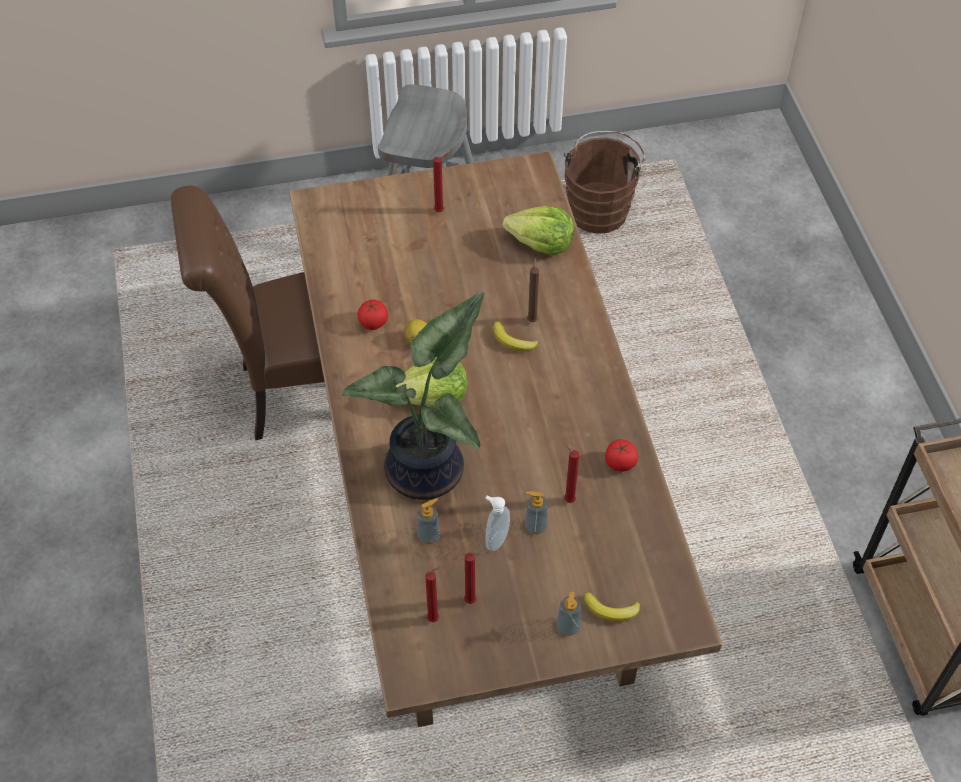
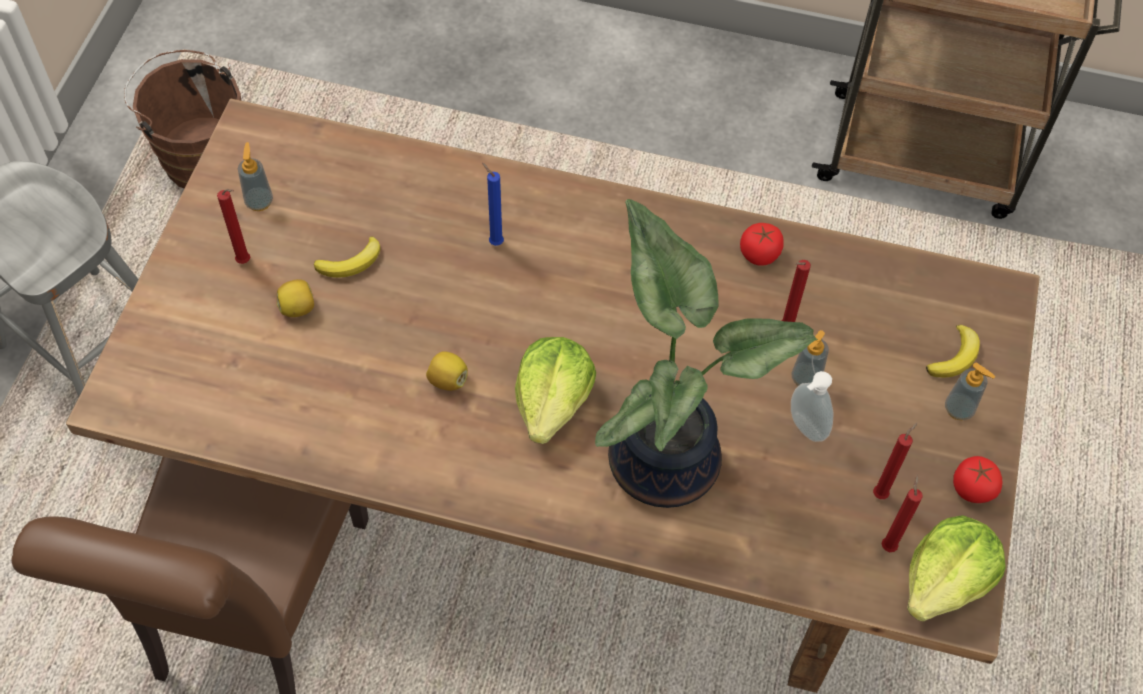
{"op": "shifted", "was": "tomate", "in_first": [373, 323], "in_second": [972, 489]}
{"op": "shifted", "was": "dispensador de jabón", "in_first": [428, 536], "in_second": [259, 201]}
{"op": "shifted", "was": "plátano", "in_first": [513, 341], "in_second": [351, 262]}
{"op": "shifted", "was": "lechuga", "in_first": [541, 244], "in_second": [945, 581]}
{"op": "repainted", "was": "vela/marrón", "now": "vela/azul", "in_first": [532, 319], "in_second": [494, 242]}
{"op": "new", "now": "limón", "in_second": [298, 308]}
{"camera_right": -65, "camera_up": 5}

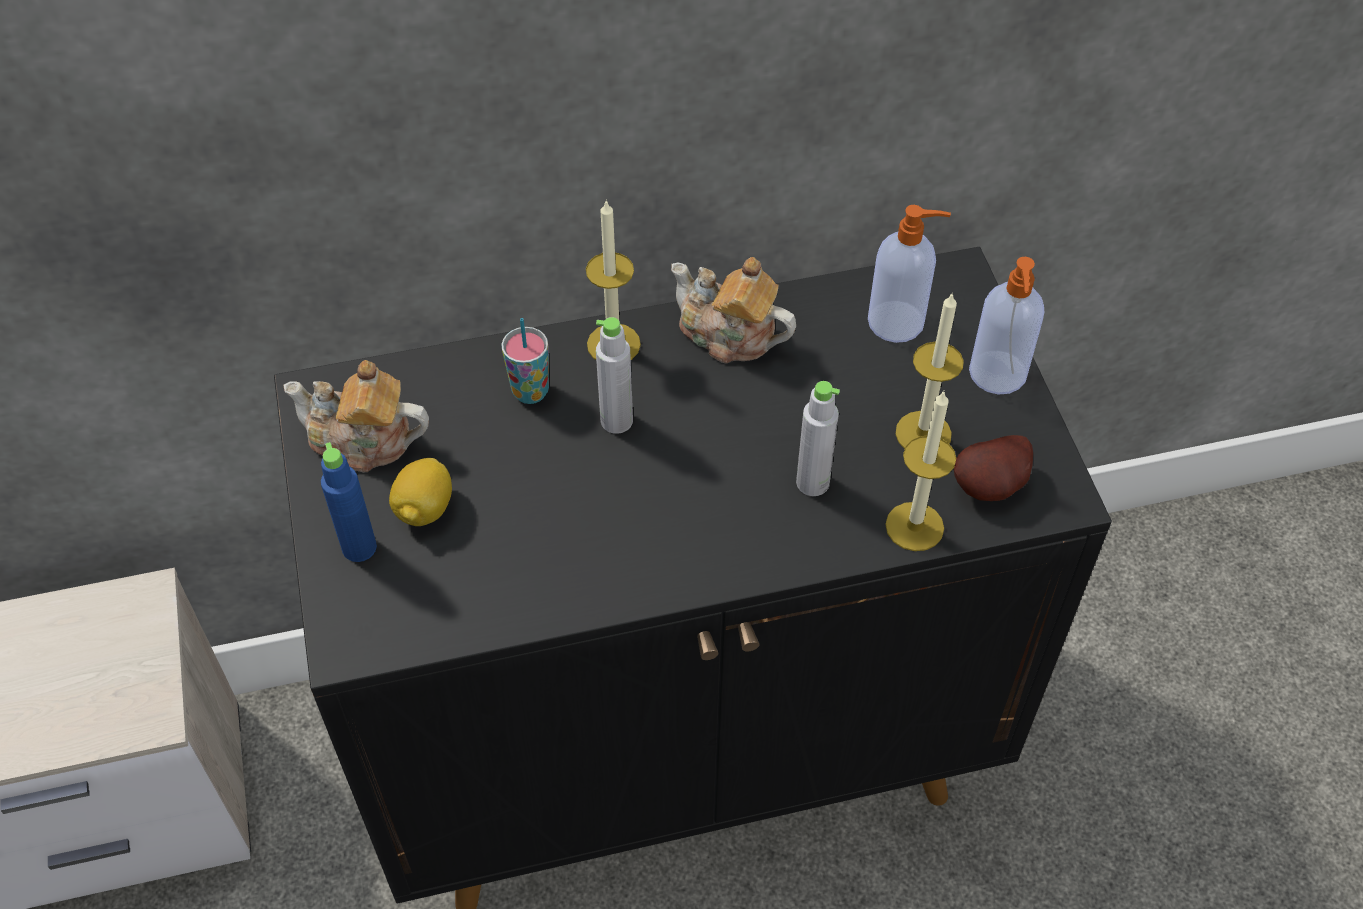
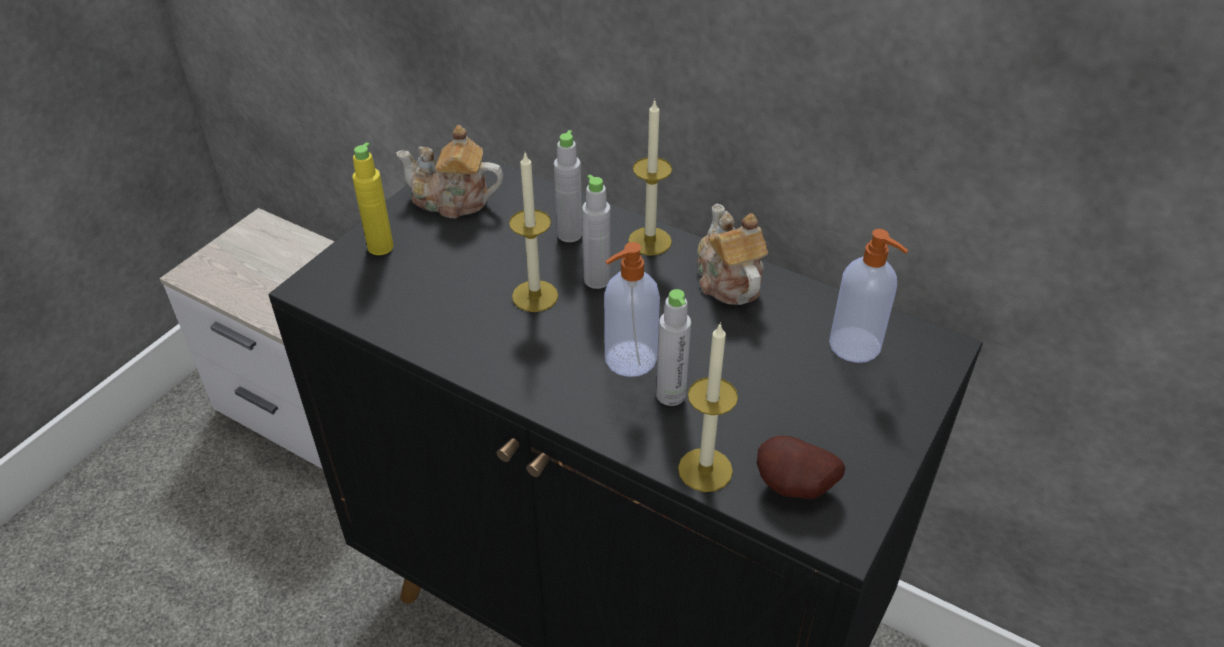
{"op": "rotated", "was": "tetera", "in_first": [363, 441], "in_second": [452, 201], "clockwise": -45}
{"op": "repainted", "was": "botella/azul", "now": "botella/amarillo", "in_first": [359, 547], "in_second": [380, 247]}
{"op": "gone", "was": "limón", "in_first": [424, 509]}
{"op": "swapped", "was": "taza", "now": "botella/gris", "in_first": [530, 392], "in_second": [569, 234]}
{"op": "shifted", "was": "vela", "in_first": [923, 433], "in_second": [535, 296]}
{"op": "shifted", "was": "dispensador de jabón", "in_first": [997, 374], "in_second": [629, 359]}
{"camera_right": 45, "camera_up": -10}

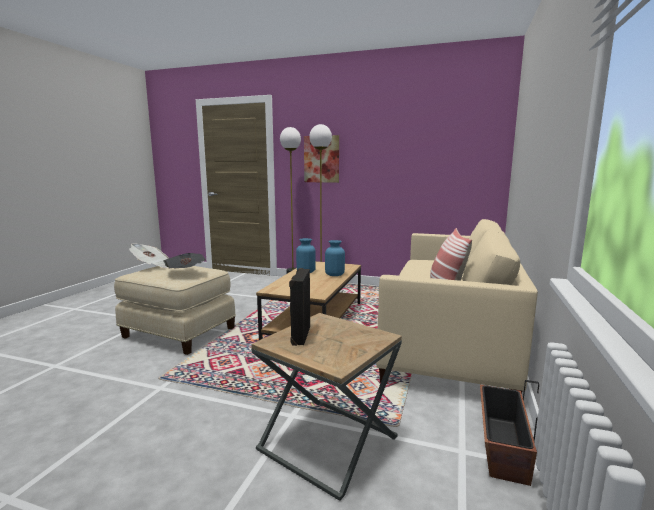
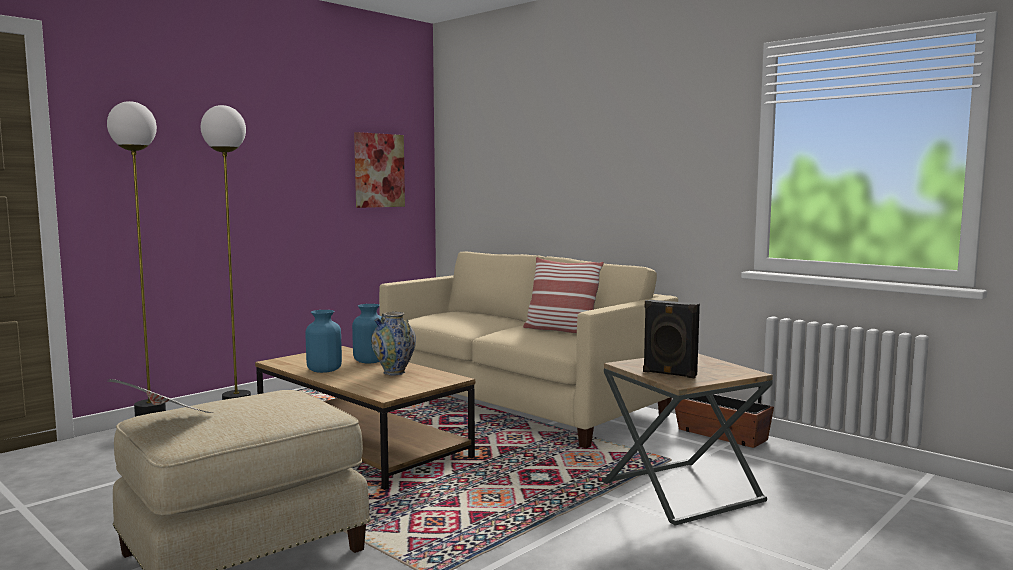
{"op": "gone", "was": "periódico", "in_first": [185, 272]}
{"op": "shifted", "was": "cuadro", "in_first": [321, 159], "in_second": [379, 170]}
{"op": "new", "now": "florero", "in_second": [394, 372]}
{"camera_right": -65, "camera_up": -5}

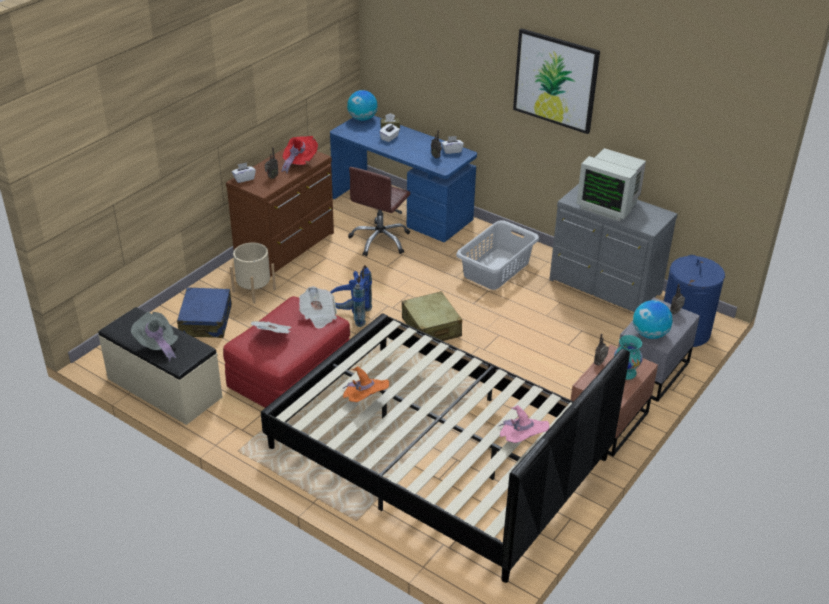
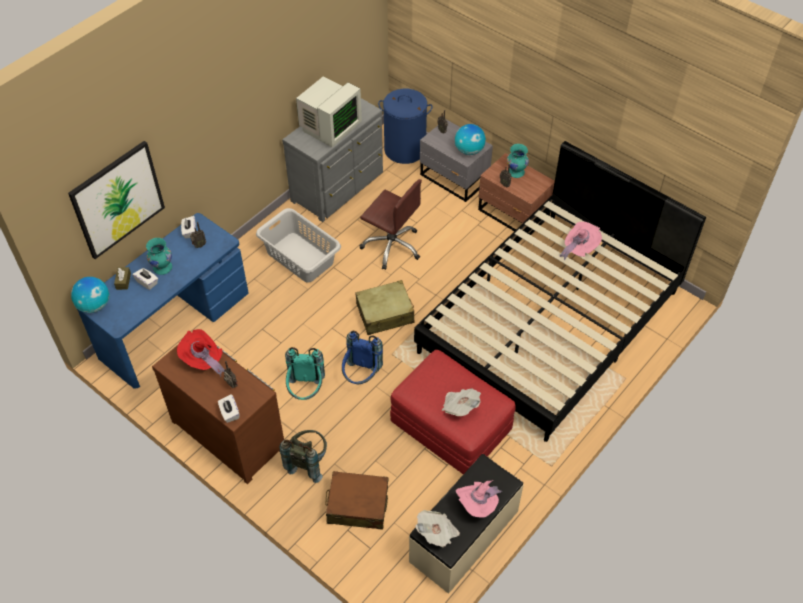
{"op": "repainted", "was": "sombrero/gris", "now": "sombrero/rosa", "in_first": [157, 346], "in_second": [478, 505]}
{"op": "repainted", "was": "maleta/azul", "now": "maleta/marrón", "in_first": [206, 321], "in_second": [357, 505]}
{"op": "swapped", "was": "maceta/beis", "now": "mochila/gris", "in_first": [254, 290], "in_second": [308, 462]}
{"op": "shifted", "was": "periódico", "in_first": [318, 316], "in_second": [437, 533]}
{"op": "gone", "was": "sombrero/naranja", "in_first": [365, 400]}
{"op": "shifted", "was": "silla de oficina/marrón", "in_first": [380, 240], "in_second": [392, 246]}
{"op": "shifted", "was": "cuadro", "in_first": [555, 80], "in_second": [117, 199]}
{"op": "new", "now": "florero/turquesa", "in_second": [163, 268]}
{"op": "new", "now": "mochila/turquesa", "in_second": [306, 391]}
{"camera_right": -85, "camera_up": 15}

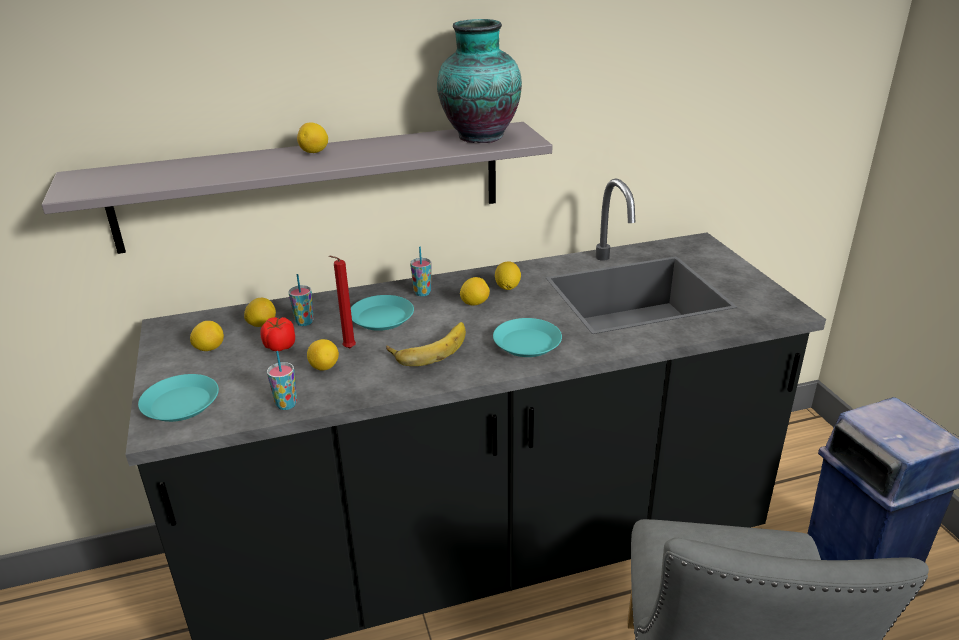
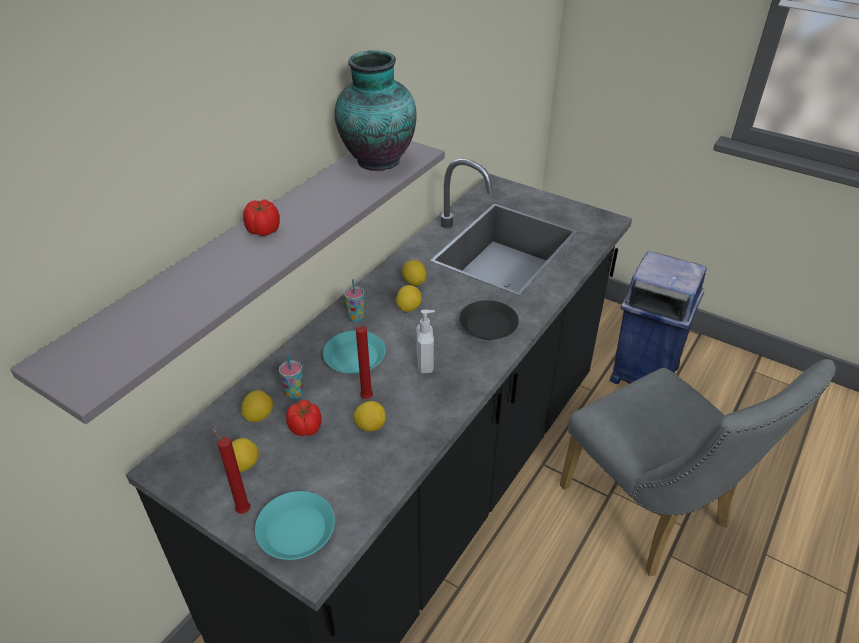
{"op": "gone", "was": "taza", "in_first": [286, 404]}
{"op": "swapped", "was": "limón", "now": "tomate", "in_first": [314, 152], "in_second": [263, 231]}
{"op": "swapped", "was": "plátano", "now": "dispensador de jabón", "in_first": [429, 347], "in_second": [426, 364]}
{"op": "repainted", "was": "plato/turquesa", "now": "plato/negro", "in_first": [527, 343], "in_second": [488, 324]}
{"op": "new", "now": "vela/rojo", "in_second": [242, 510]}
{"camera_right": -40, "camera_up": 10}

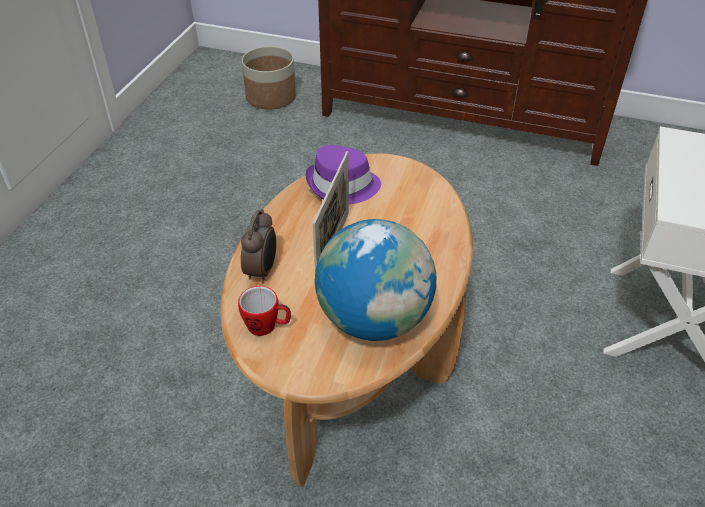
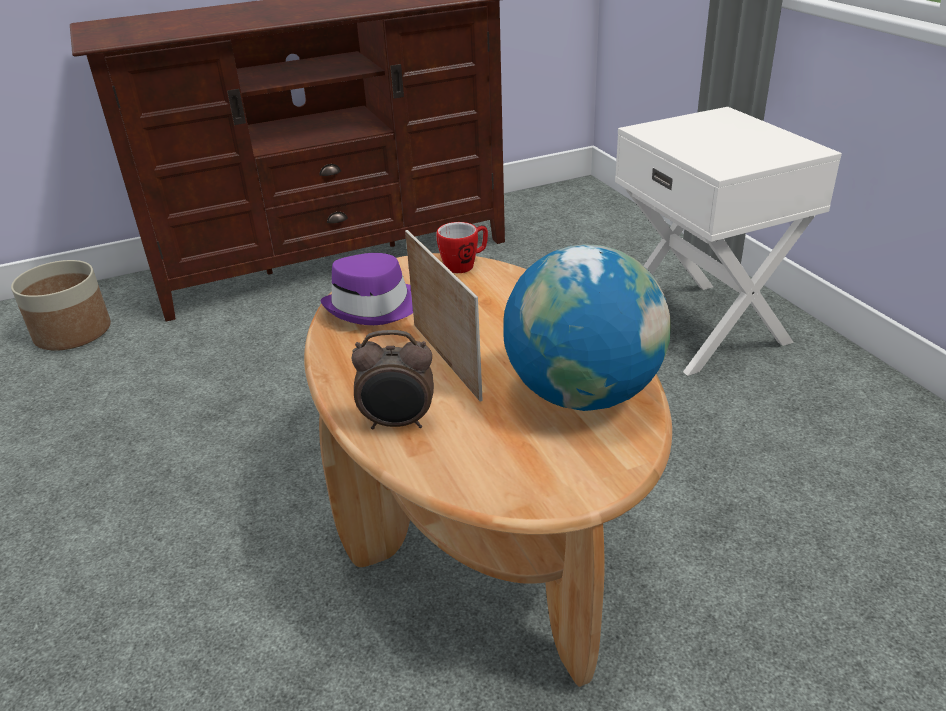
{"op": "shifted", "was": "taza grande", "in_first": [267, 326], "in_second": [465, 265]}
{"op": "rotated", "was": "despertador", "in_first": [262, 271], "in_second": [398, 423], "clockwise": 120}
{"camera_right": -40, "camera_up": -10}

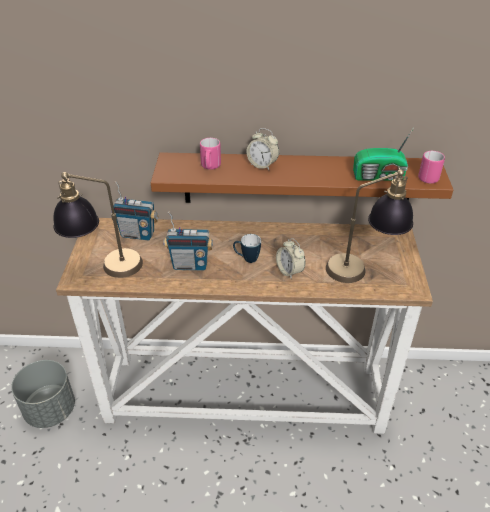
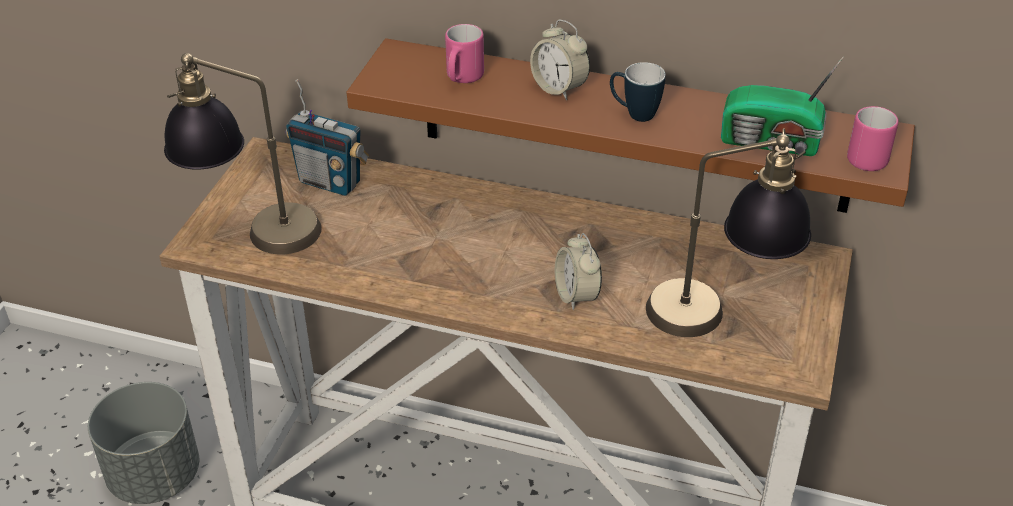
{"op": "gone", "was": "radio", "in_first": [190, 265]}
{"op": "shifted", "was": "taza grande", "in_first": [246, 259], "in_second": [634, 114]}
{"camera_right": 15, "camera_up": 0}

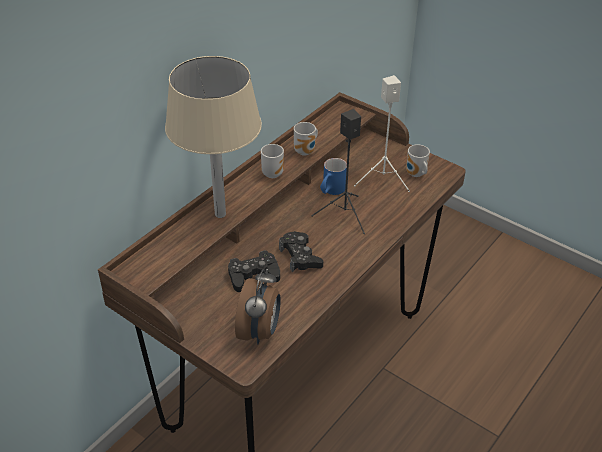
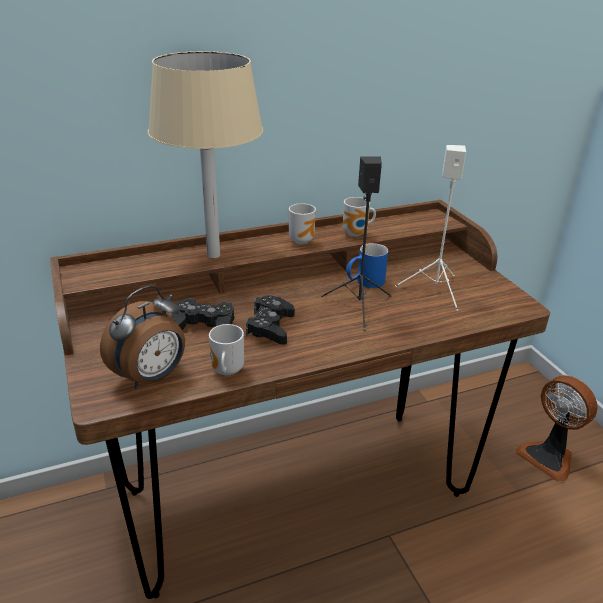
{"op": "shifted", "was": "taza grande", "in_first": [415, 175], "in_second": [226, 371]}
{"op": "new", "now": "ventilador", "in_second": [549, 457]}
{"camera_right": 30, "camera_up": -10}

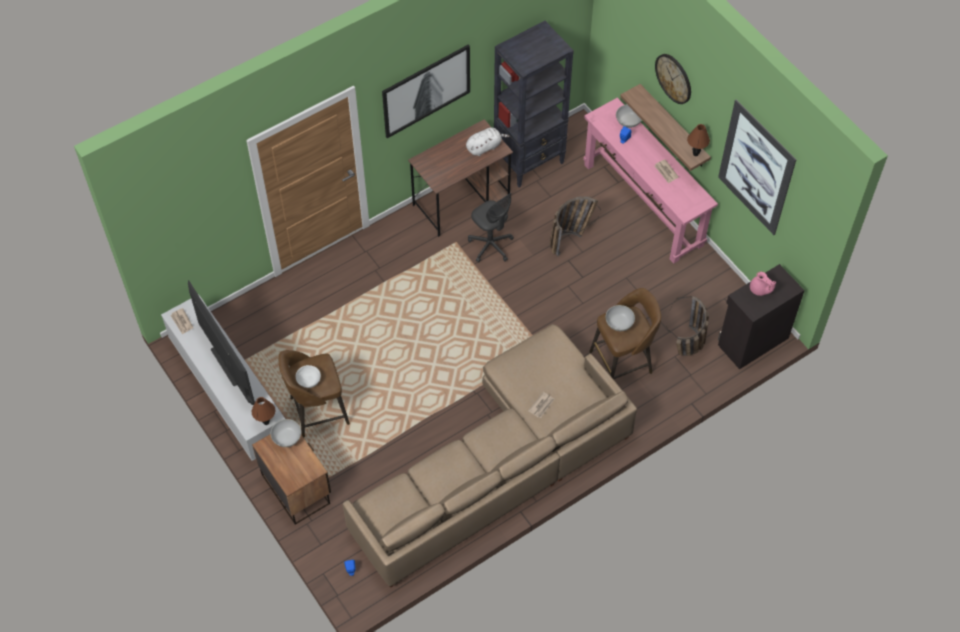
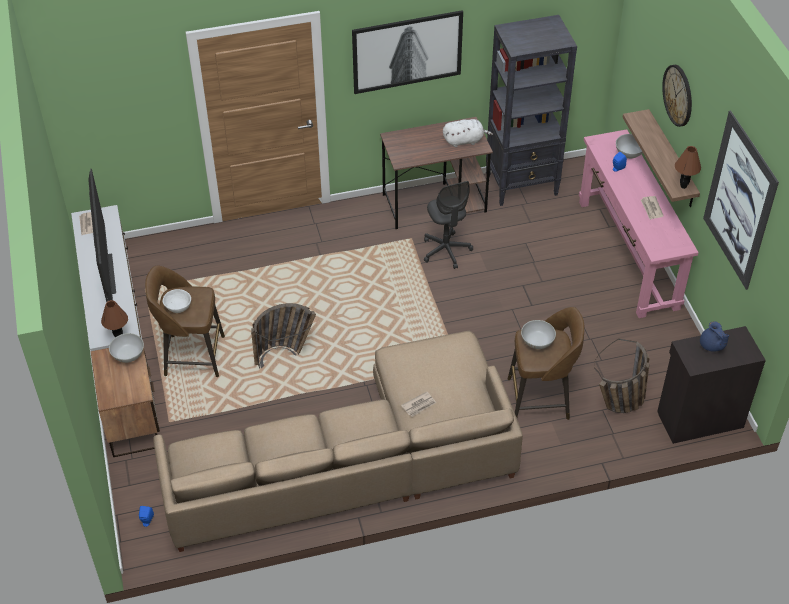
{"op": "shifted", "was": "cesta", "in_first": [570, 239], "in_second": [285, 354]}
{"op": "repainted", "was": "tetera/rosa", "now": "tetera/azul", "in_first": [760, 290], "in_second": [711, 346]}
{"camera_right": 20, "camera_up": -10}

